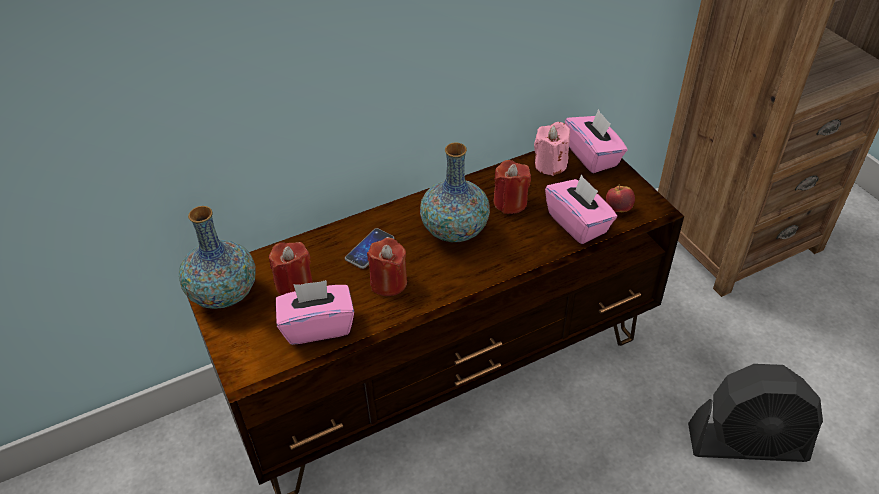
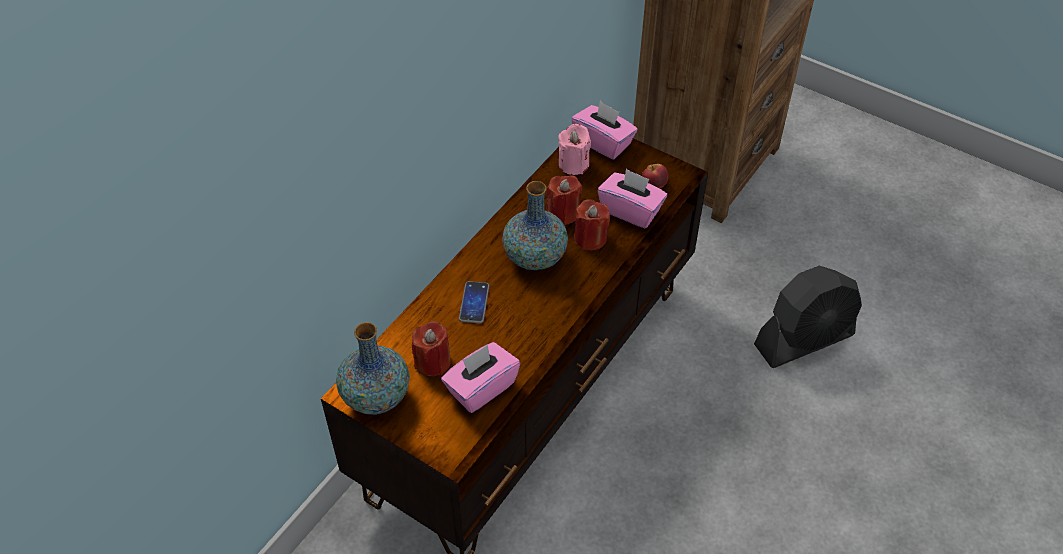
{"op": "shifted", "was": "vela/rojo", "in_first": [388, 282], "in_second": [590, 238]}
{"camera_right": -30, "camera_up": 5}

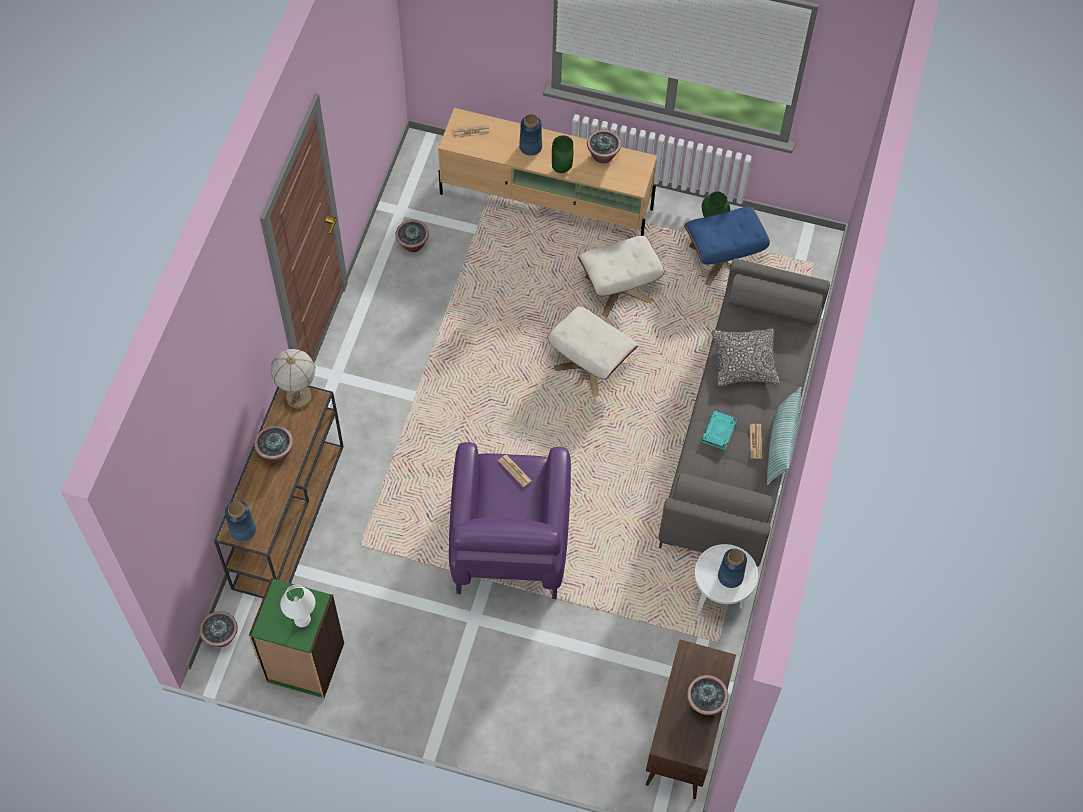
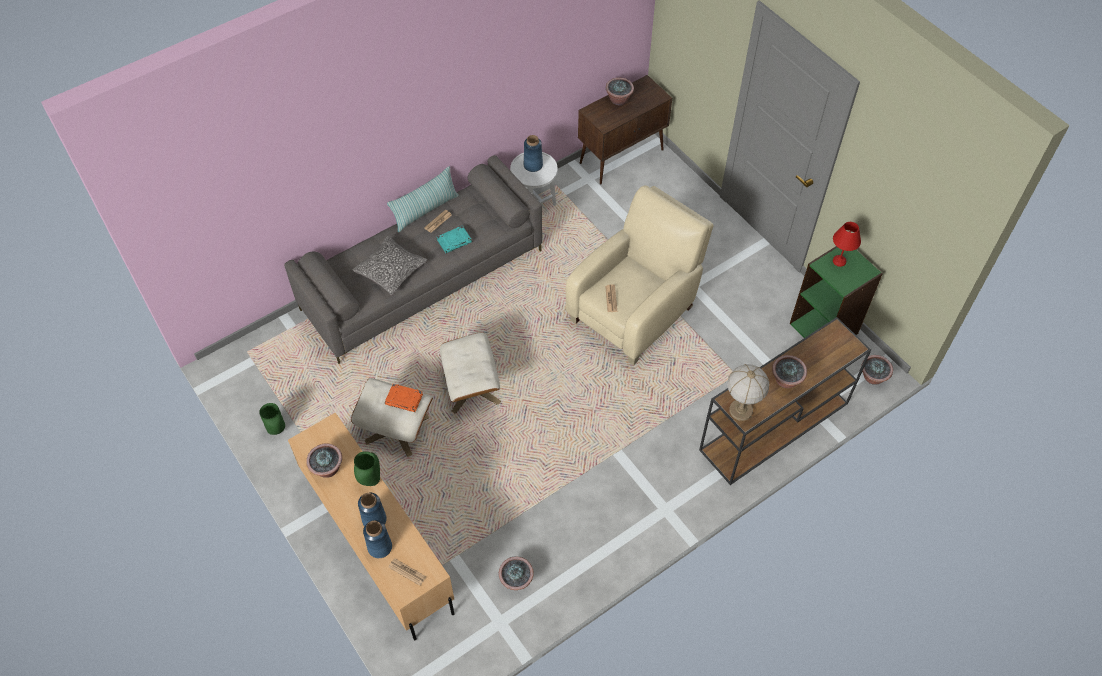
{"op": "shifted", "was": "florero/azul", "in_first": [242, 530], "in_second": [380, 547]}
{"op": "repainted", "was": "lámpara de mesa/blanco", "now": "lámpara de mesa/rojo", "in_first": [303, 619], "in_second": [838, 261]}
{"op": "repainted", "was": "sillón/morado", "now": "sillón/beis", "in_first": [509, 547], "in_second": [635, 310]}
{"op": "gone", "was": "puf/azul", "in_first": [722, 259]}
{"op": "new", "now": "libro/naranja", "in_second": [404, 399]}
{"camera_right": -140, "camera_up": -5}

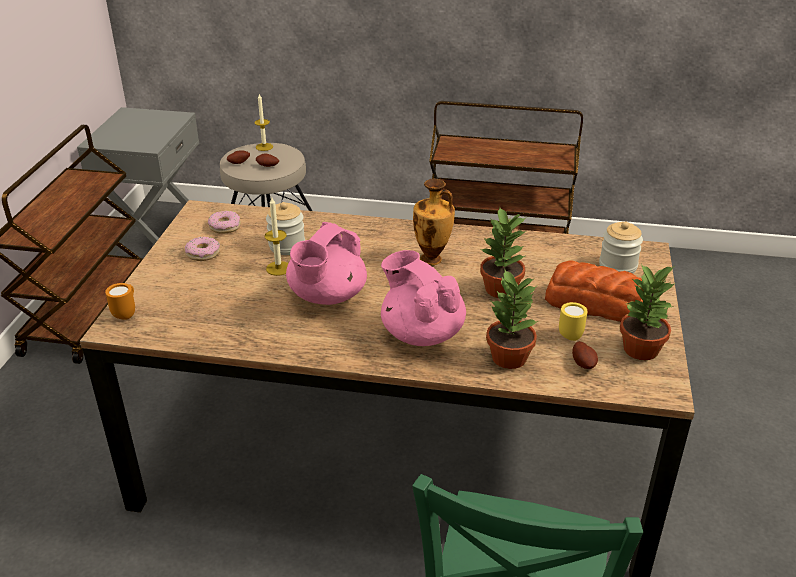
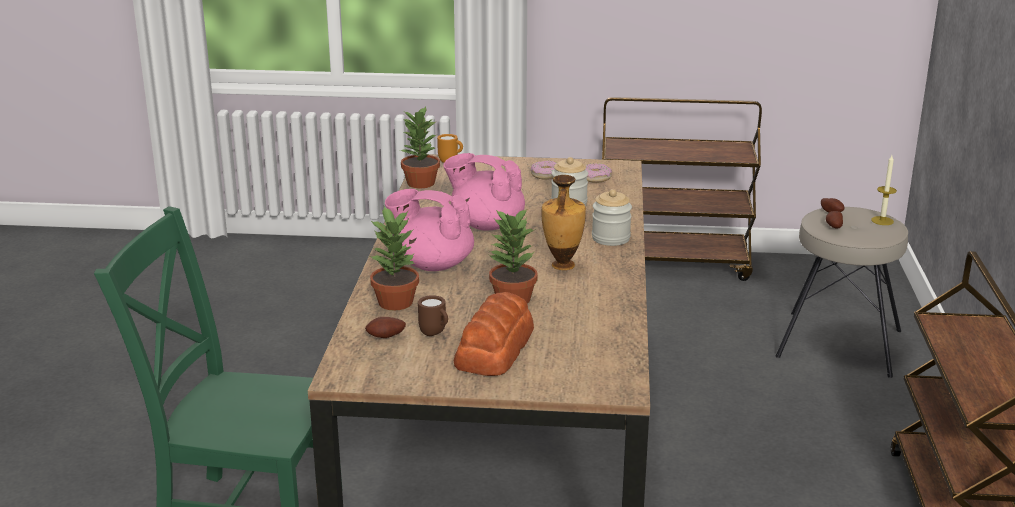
{"op": "gone", "was": "mesita de noche/gris", "in_first": [157, 237]}
{"op": "gone", "was": "vela", "in_first": [278, 268]}
{"op": "rotated", "was": "tetera/rosa", "in_first": [421, 333], "in_second": [432, 264], "clockwise": -120}
{"op": "repainted", "was": "taza grande/amarillo", "now": "taza grande/marrón", "in_first": [572, 334], "in_second": [435, 334]}
{"op": "shifted", "was": "tarro", "in_first": [617, 266], "in_second": [610, 238]}
{"op": "shifted", "was": "planta en maceta", "in_first": [641, 350], "in_second": [420, 183]}
{"camera_right": 85, "camera_up": -10}

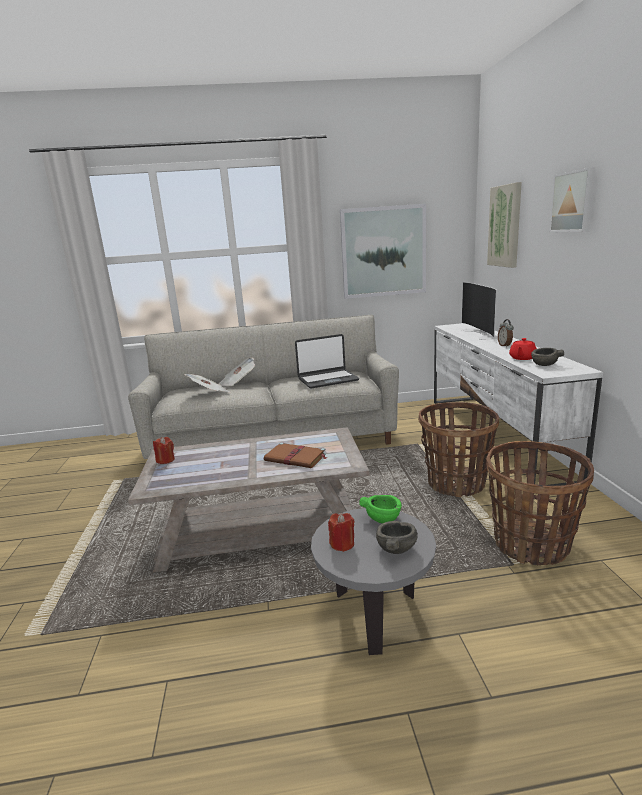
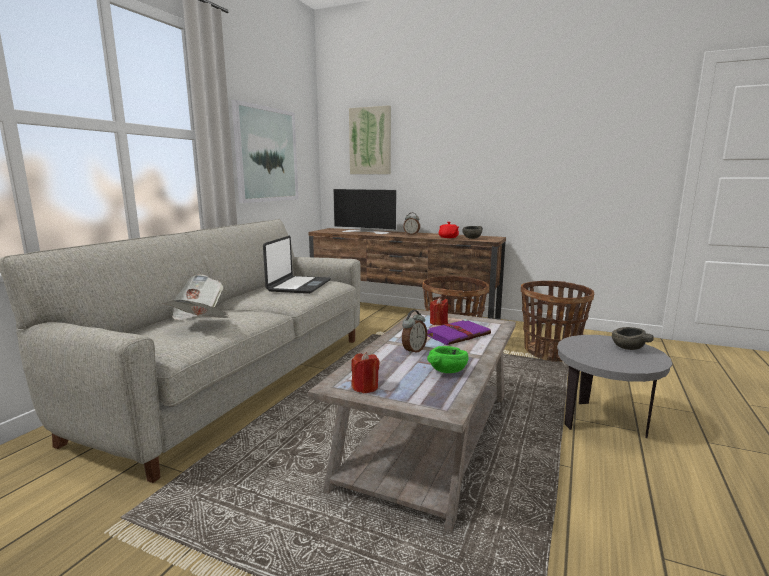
{"op": "repainted", "was": "libro/marrón", "now": "libro/morado", "in_first": [296, 458], "in_second": [458, 334]}
{"op": "shifted", "was": "vela/rojo", "in_first": [342, 544], "in_second": [438, 323]}
{"op": "shifted", "was": "cuenco/verde", "in_first": [383, 518], "in_second": [446, 370]}
{"op": "repainted", "was": "mueble de televisión/blanco", "now": "mueble de televisión/marrón", "in_first": [495, 435], "in_second": [402, 313]}
{"op": "gone", "was": "cuadro", "in_first": [574, 201]}
{"op": "new", "now": "despertador", "in_second": [413, 351]}
{"camera_right": -60, "camera_up": -5}

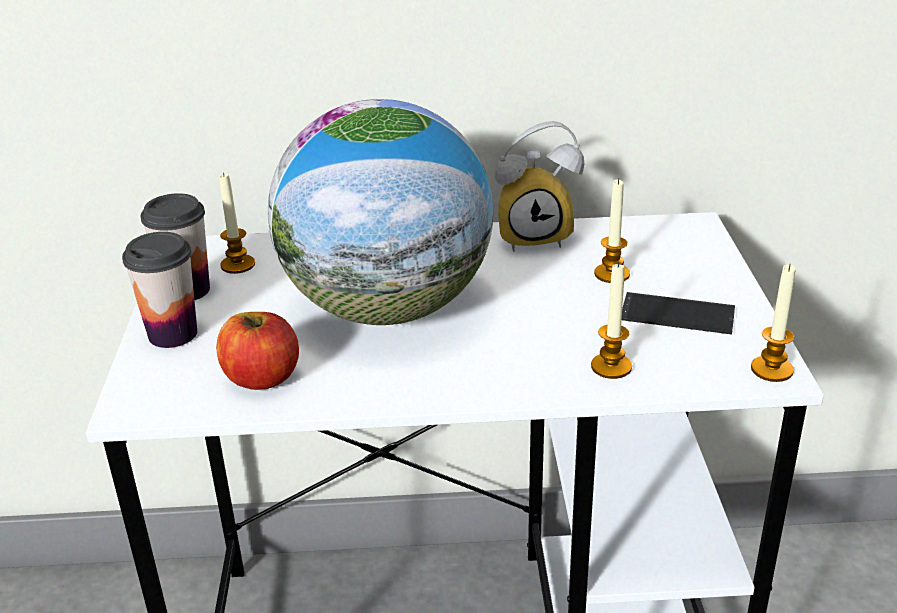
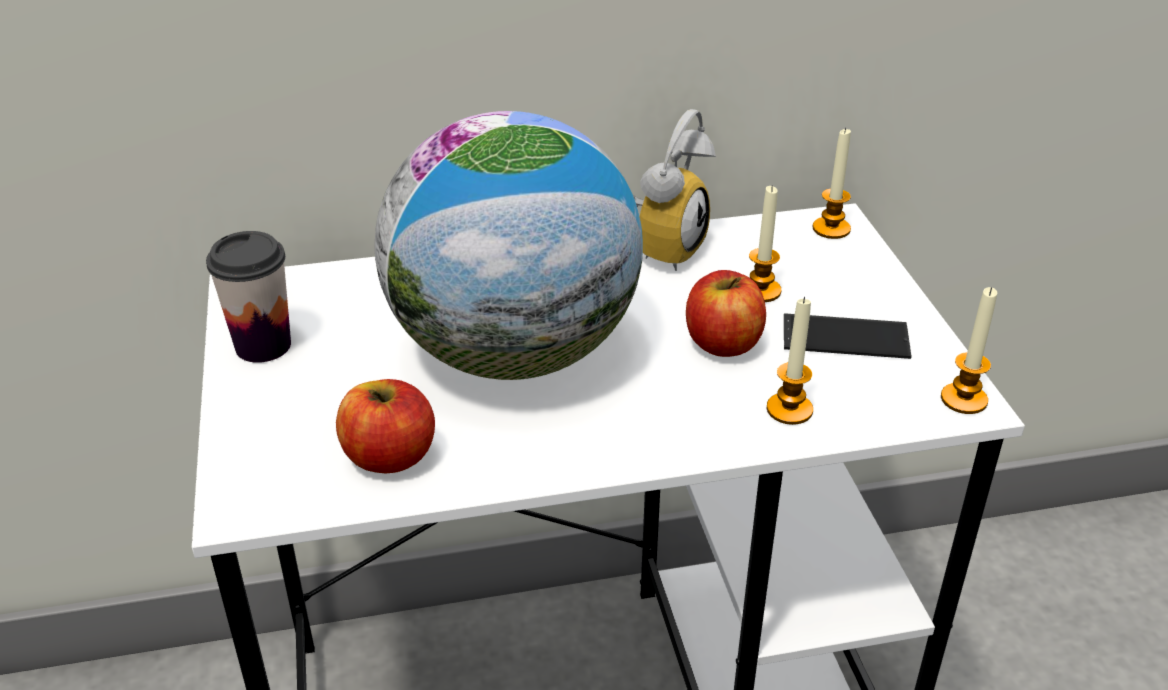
{"op": "gone", "was": "taza", "in_first": [173, 334]}
{"op": "shifted", "was": "vela", "in_first": [238, 265], "in_second": [831, 229]}
{"op": "rotated", "was": "despertador", "in_first": [535, 236], "in_second": [662, 247], "clockwise": -45}
{"op": "new", "now": "manzana", "in_second": [723, 343]}
{"camera_right": -10, "camera_up": 5}

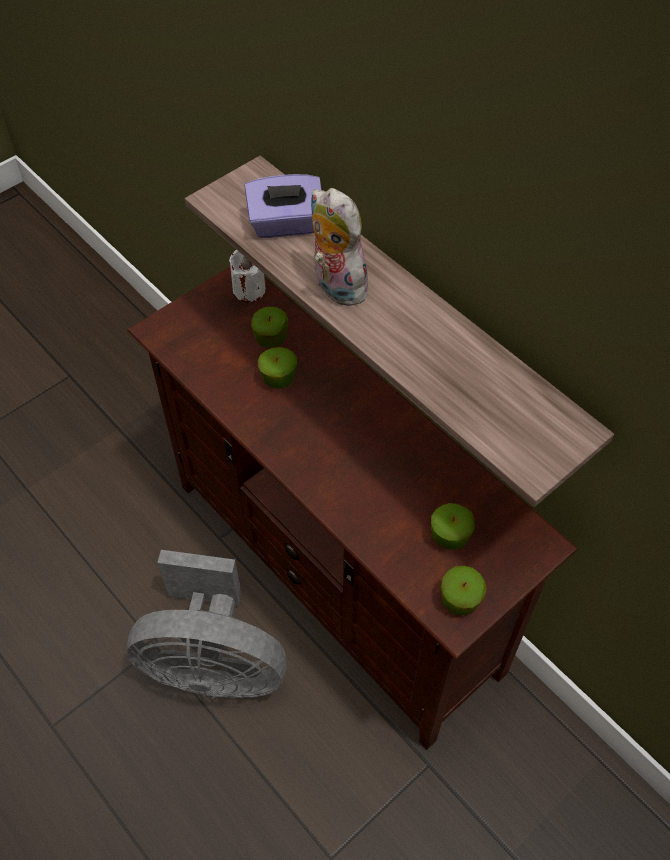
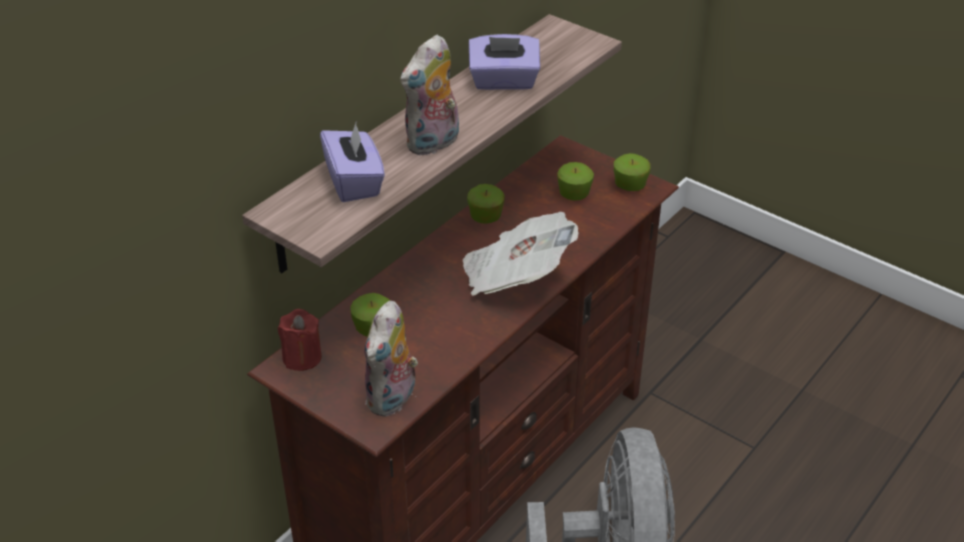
{"op": "repainted", "was": "vela/blanco", "now": "vela/rojo", "in_first": [249, 290], "in_second": [302, 357]}
{"op": "shifted", "was": "manzana", "in_first": [278, 378], "in_second": [486, 217]}
{"op": "new", "now": "peluche", "in_second": [393, 399]}
{"op": "new", "now": "periódico", "in_second": [515, 276]}
{"op": "new", "now": "caja de pañuelos/morado", "in_second": [504, 82]}
{"camera_right": -100, "camera_up": -15}

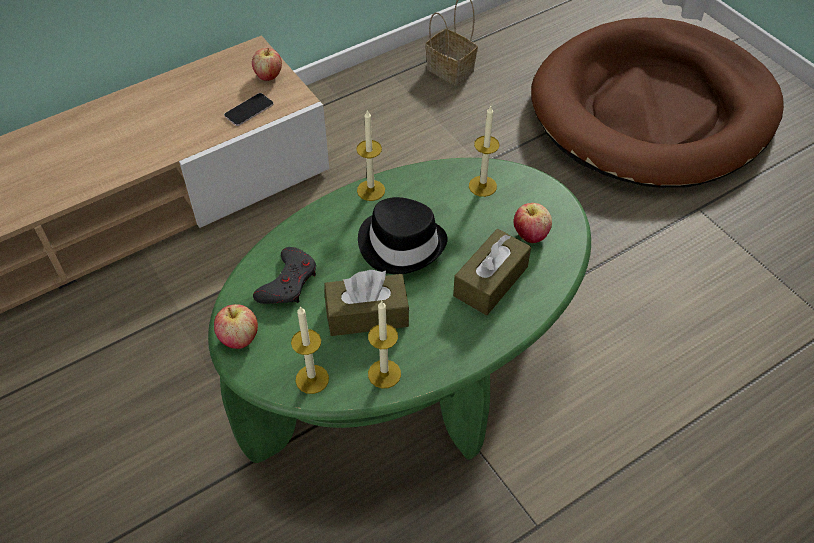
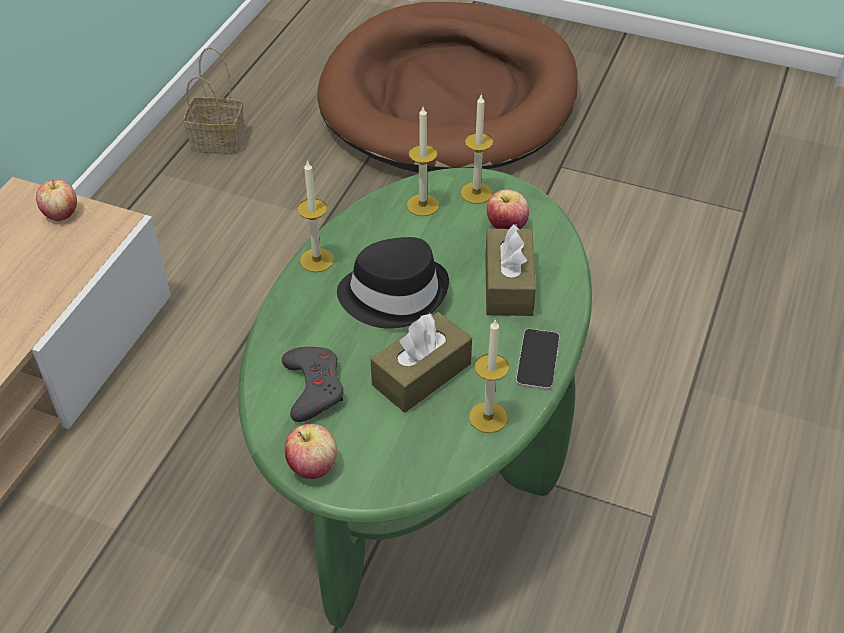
{"op": "shifted", "was": "móvil", "in_first": [249, 110], "in_second": [537, 359]}
{"op": "shifted", "was": "vela", "in_first": [312, 379], "in_second": [476, 193]}
{"camera_right": -35, "camera_up": -5}

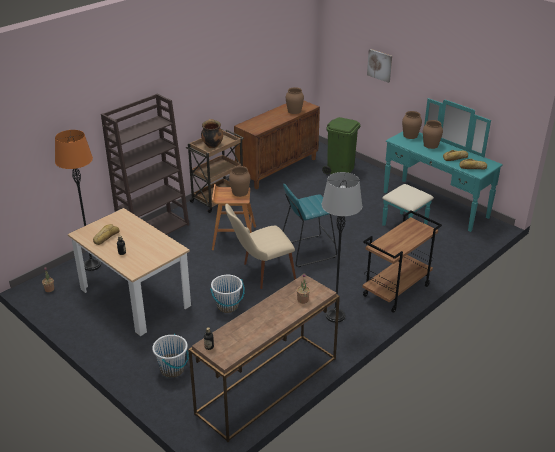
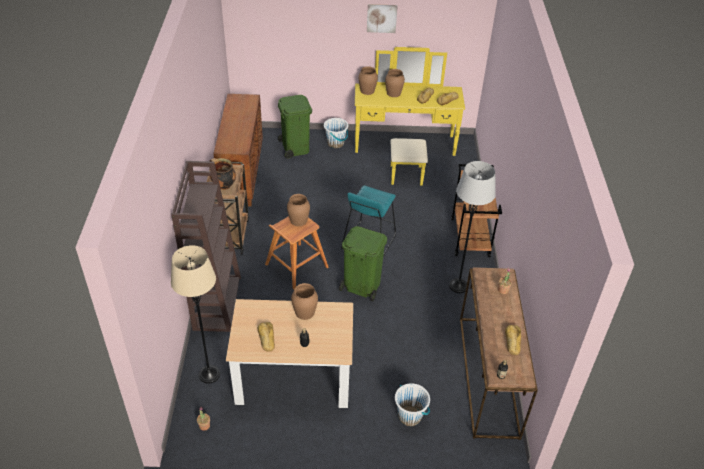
{"op": "repainted", "was": "lámpara de pie/naranja", "now": "lámpara de pie/beis", "in_first": [92, 265], "in_second": [209, 374]}
{"op": "shifted", "was": "cubo/blanco", "in_first": [227, 306], "in_second": [335, 143]}
{"op": "swapped", "was": "silla/beis", "now": "papelera/verde", "in_first": [260, 273], "in_second": [361, 286]}
{"op": "shifted", "was": "florero/marrón", "in_first": [294, 111], "in_second": [305, 312]}
{"op": "shifted", "was": "cuadro", "in_first": [380, 65], "in_second": [381, 18]}
{"op": "repainted", "was": "cómoda/turquesa", "now": "cómoda/amarillo", "in_first": [428, 209], "in_second": [405, 151]}
{"op": "new", "now": "pan", "in_second": [512, 341]}
{"camera_right": -45, "camera_up": 10}

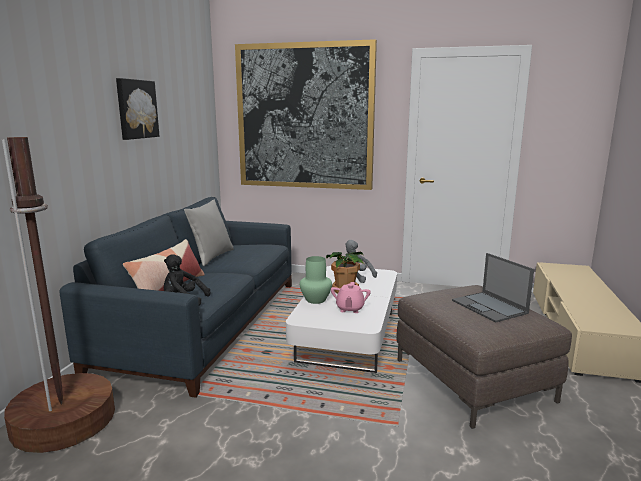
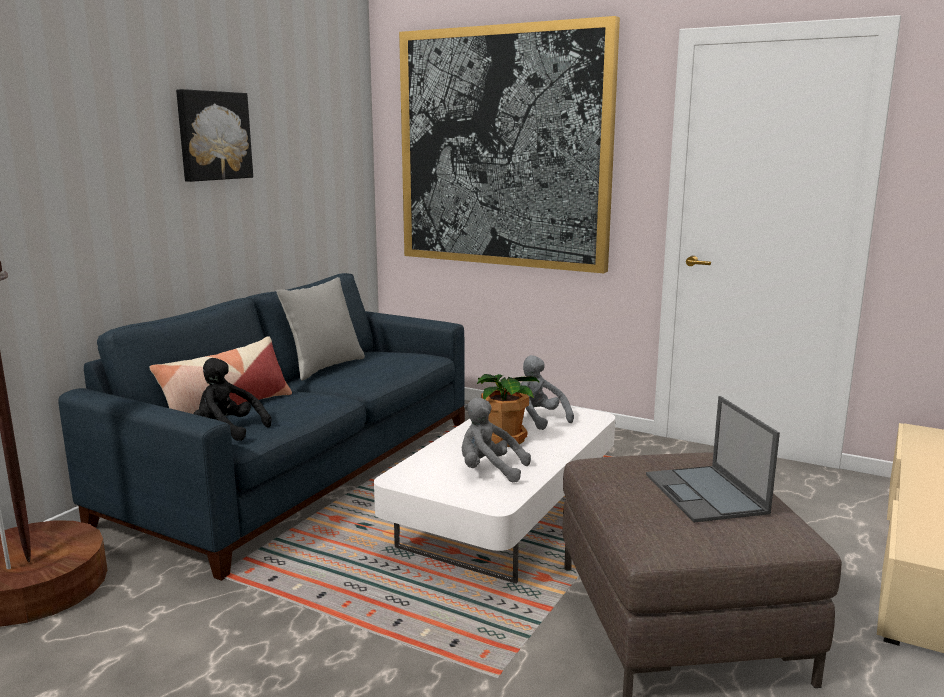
{"op": "gone", "was": "florero/verde", "in_first": [315, 300]}
{"op": "swapped", "was": "tetera/rosa", "now": "peluche/gris", "in_first": [350, 309], "in_second": [489, 471]}
{"camera_right": 15, "camera_up": 0}

